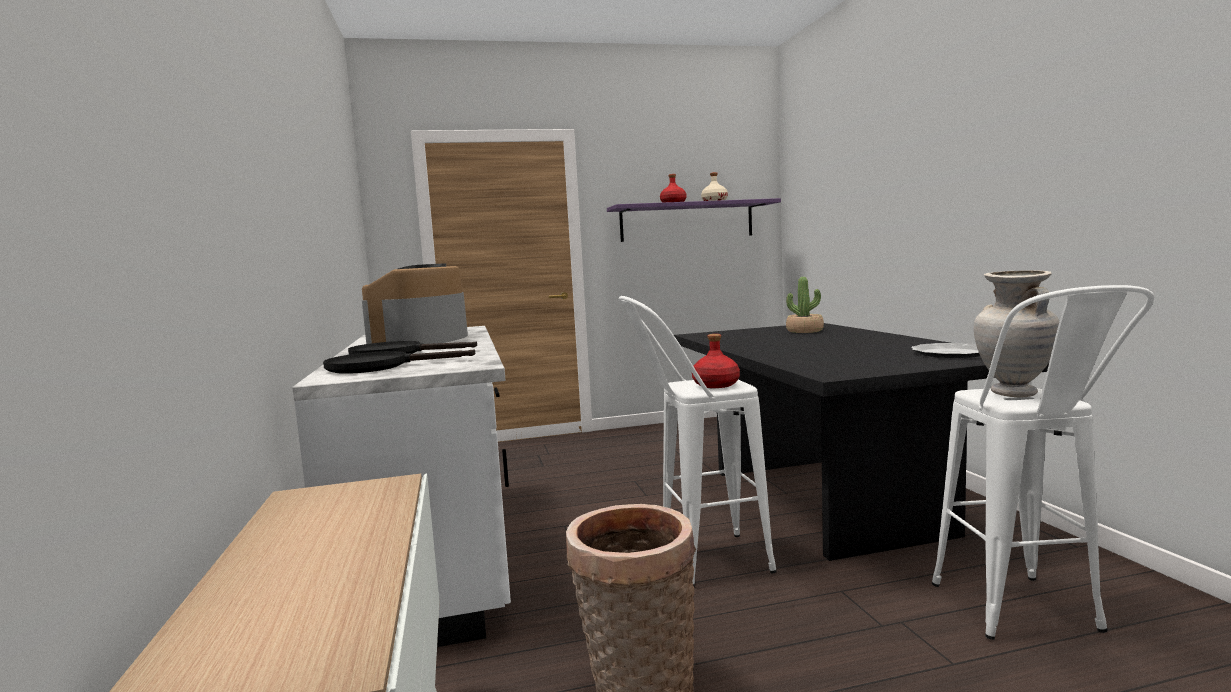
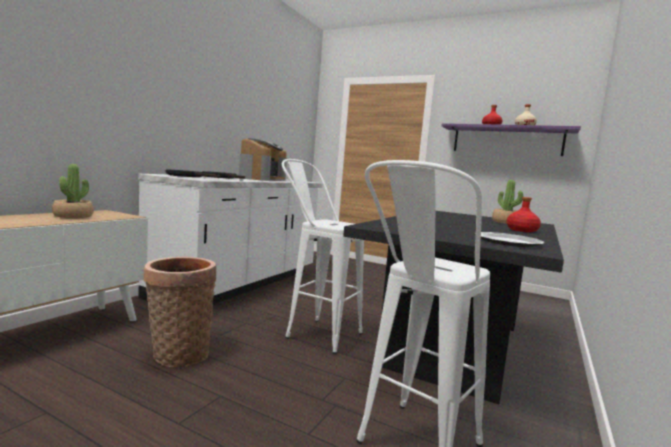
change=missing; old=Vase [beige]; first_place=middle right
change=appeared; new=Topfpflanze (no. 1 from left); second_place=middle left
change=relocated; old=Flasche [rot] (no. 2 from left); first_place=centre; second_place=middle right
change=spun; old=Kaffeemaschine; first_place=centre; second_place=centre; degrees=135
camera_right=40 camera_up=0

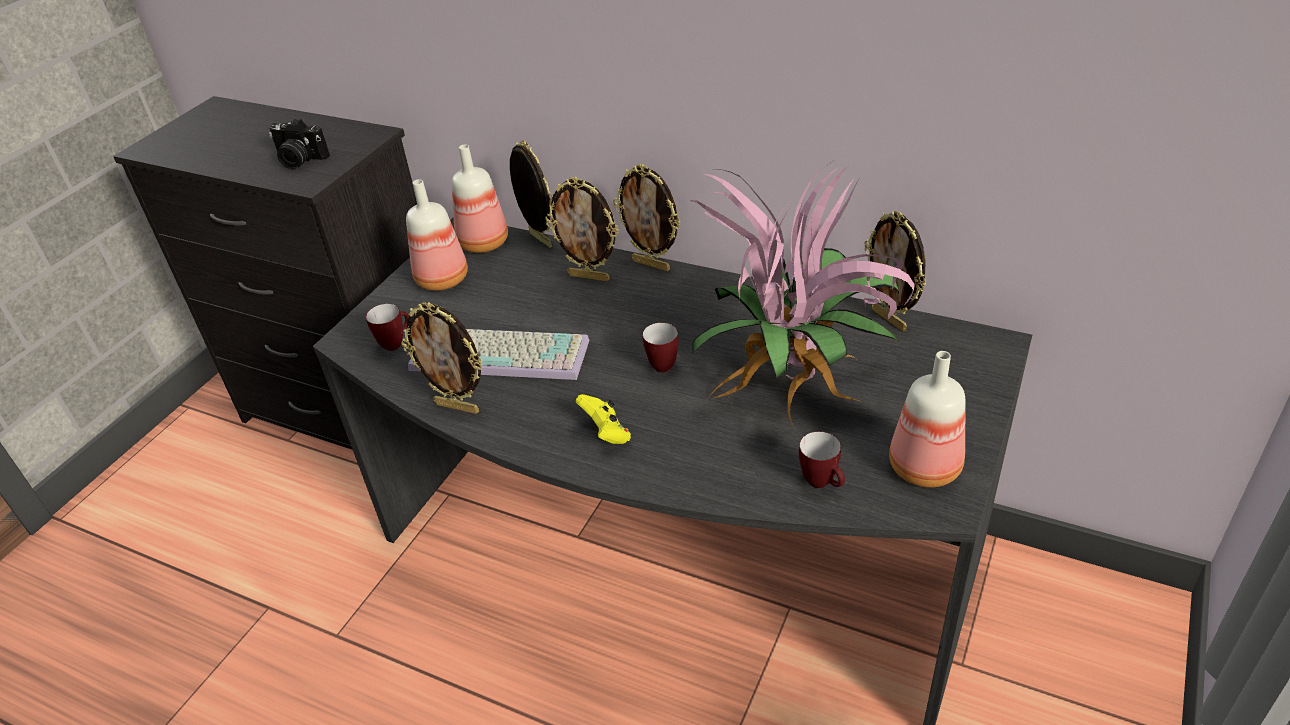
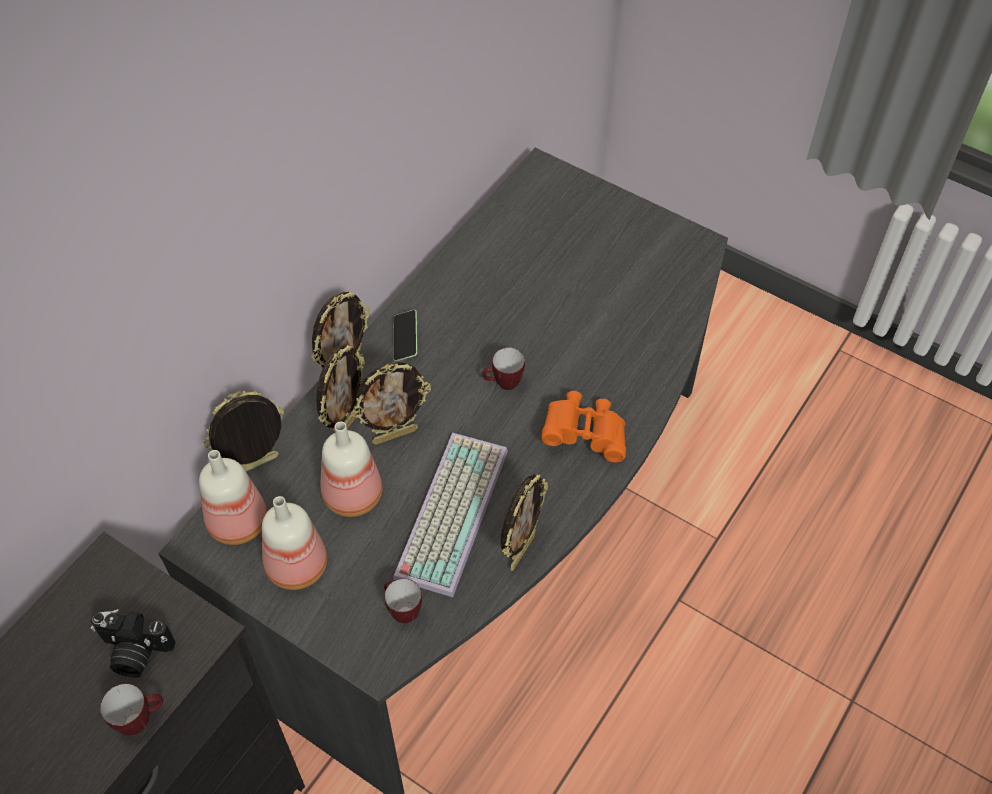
change=missing; old=Topfpflanze; first_place=centre
change=appeared; new=Handy; second_place=centre
change=relocated; old=Henkelbecher (no. 3 from left in the first image); new=Henkelbecher (no. 1 from left); first_place=centre; second_place=bottom left
change=relocated; old=Bilderrahmen (no. 5 from left in the first image); new=Bilderrahmen (no. 4 from left); first_place=middle right; second_place=centre
change=relocated; old=Flasche (no. 3 from left); first_place=middle right; second_place=centre
change=exchanged; old=Gamepad [gelb]; new=Fernglas [orange]; first_place=centre; second_place=centre
change=spun; old=Kamera; first_place=top left; second_place=bottom left; degrees=75
camera_right=-85 camera_up=15

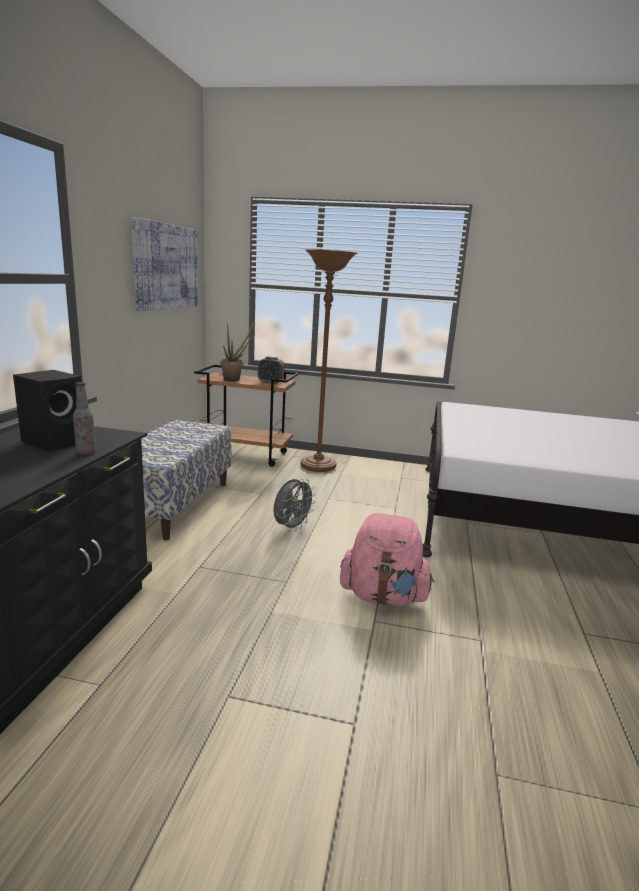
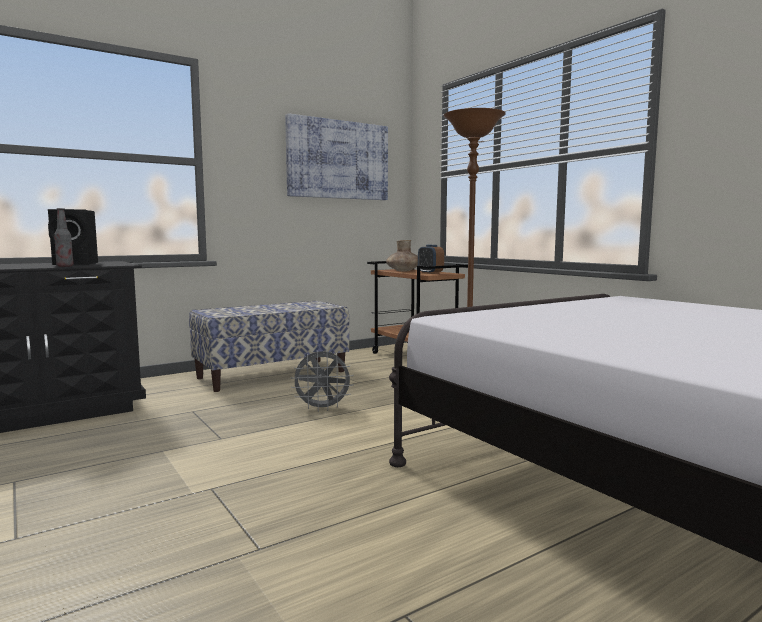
change=missing; old=Rucksack [rosa]; first_place=centre
change=exchanged; old=Topfpflanze; new=Vase [braun]; first_place=centre; second_place=centre
camera_right=45 camera_up=-10

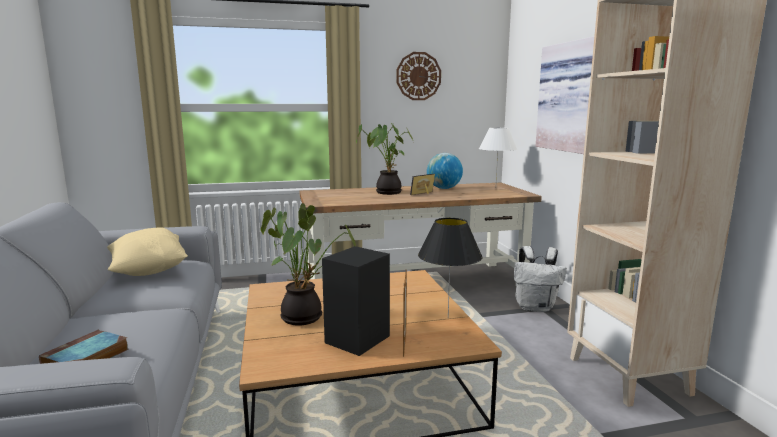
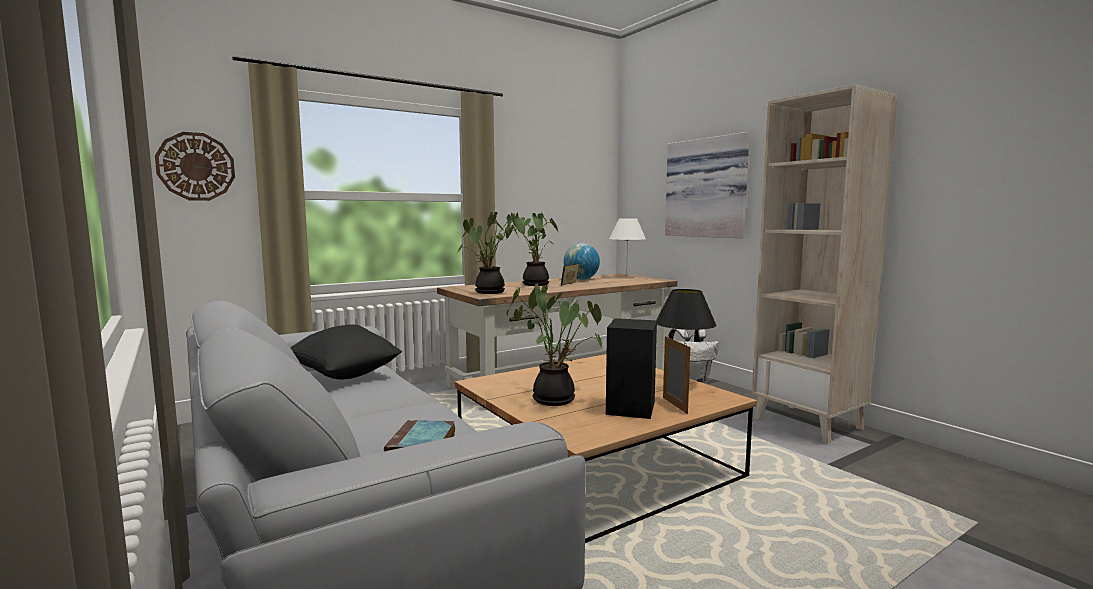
change=appeared; new=Topfpflanze (no. 1 from left); second_place=centre
change=relocated; old=Wanduhr; first_place=top centre; second_place=top left
change=colour; old=Kissen [beige]; new=Kissen [schwarz]; first_place=middle left; second_place=middle left
camera_right=-20 camera_up=-5

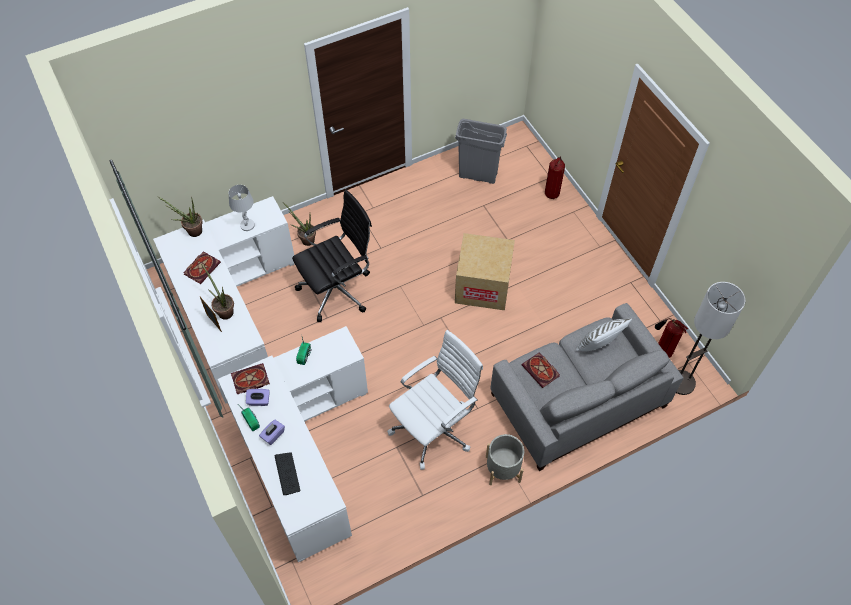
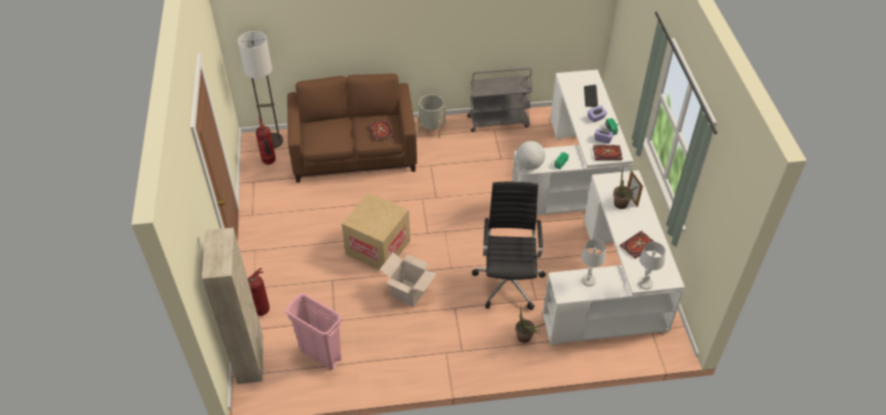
change=missing; old=Bürostuhl [weiß]; first_place=centre
change=missing; old=Kissen [weiß]; first_place=middle right
change=appeared; new=Schrank [beige]; second_place=bottom left
change=appeared; new=Karton (no. 2 from left); second_place=bottom centre
change=appeared; new=Rollwagen [grau]; second_place=top centre
change=appeared; new=Globus; second_place=centre
change=exchanged; old=Topfpflanze (no. 1 from left); new=Tischlampe [weiß] (no. 2 from left); first_place=middle left; second_place=middle right
change=colour; old=Mülleimer [grau]; new=Mülleimer [rosa]; first_place=top centre; second_place=bottom centre
change=colour; old=Sofa [grau]; new=Sofa [braun]; first_place=middle right; second_place=top centre
change=spun; old=Bürostuhl [schwarz]; first_place=centre; second_place=centre; degrees=105
camera_right=-160 camera_up=-10

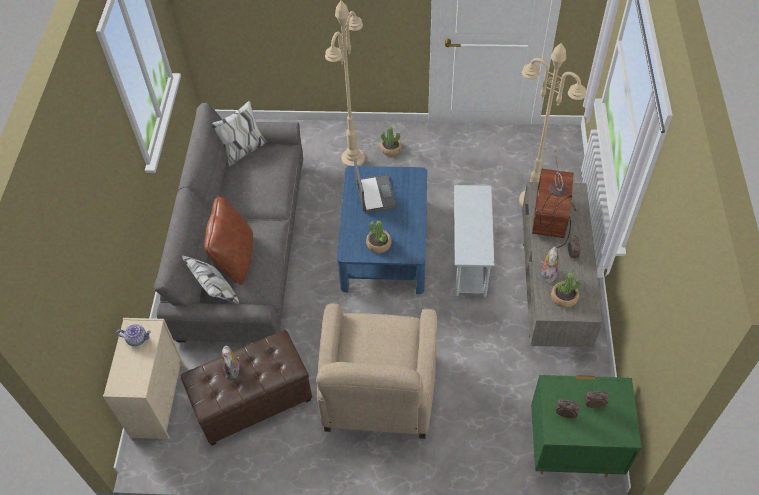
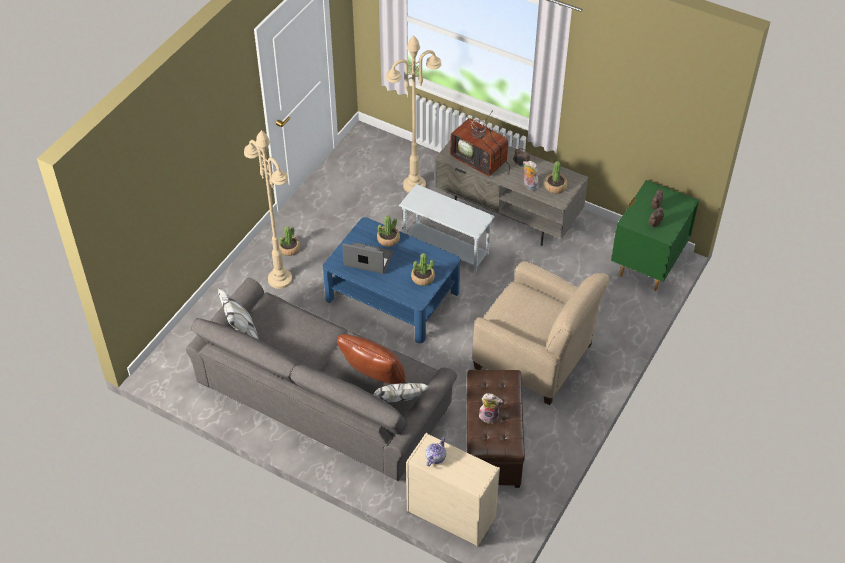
change=appeared; new=Topfpflanze (no. 2 from left); second_place=centre
camera_right=-65 camera_up=-5

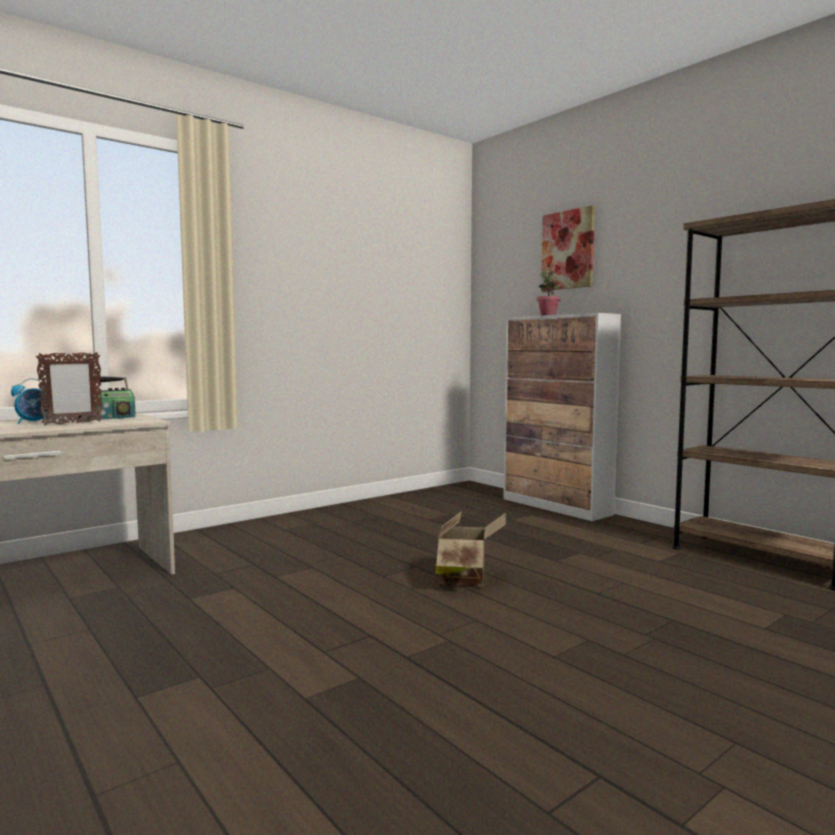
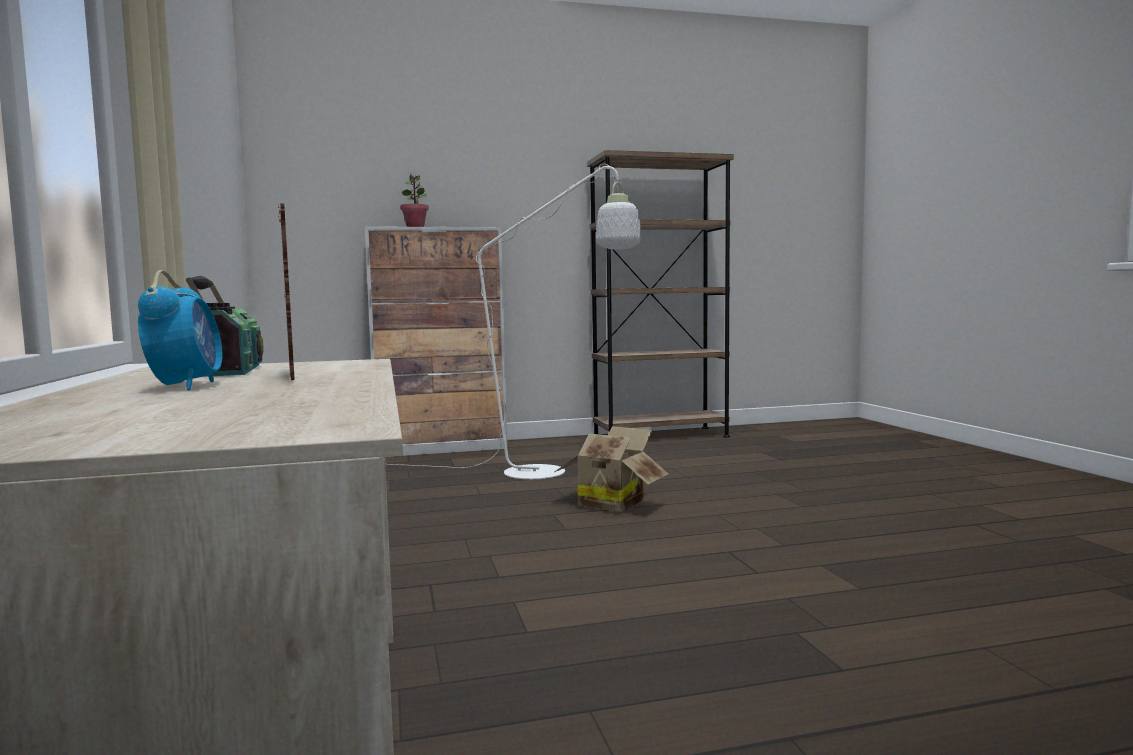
change=missing; old=Bild; first_place=top right
change=appeared; new=Stehlampe [weiß]; second_place=centre
camera_right=-65 camera_up=0

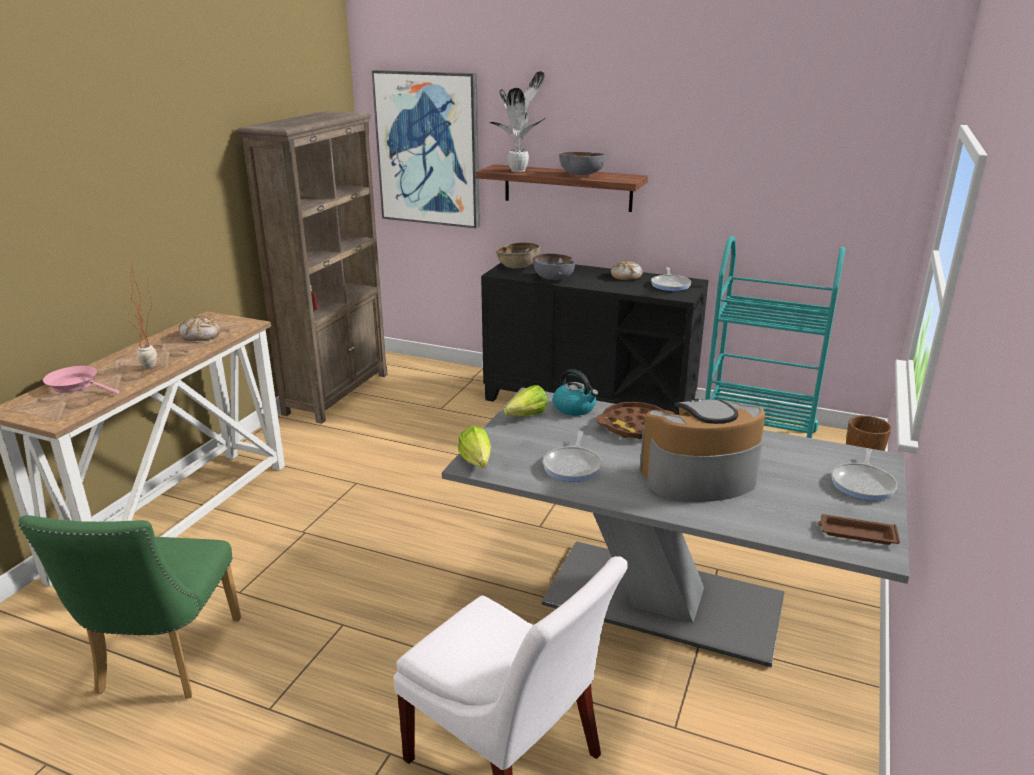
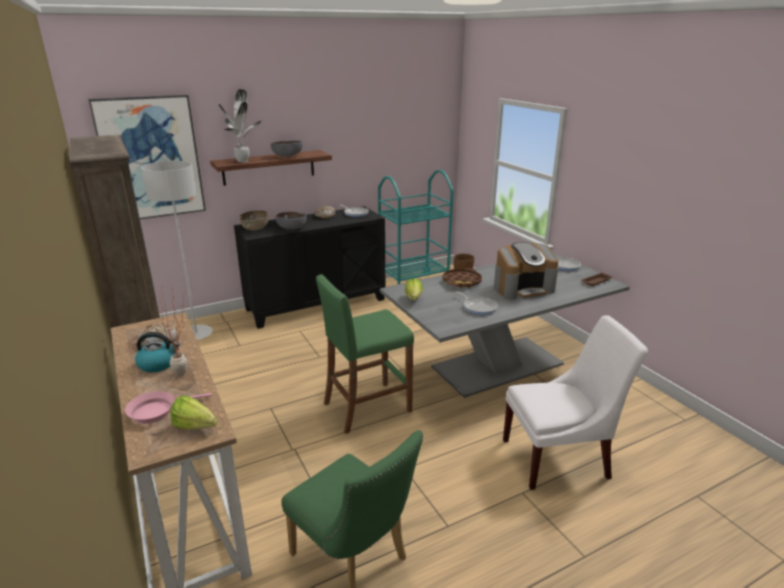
change=appeared; new=Stehlampe [grau]; second_place=middle left
change=appeared; new=Hocker [grün]; second_place=centre
change=relocated; old=Salatkopf (no. 1 from left); first_place=centre; second_place=bottom left
change=relocated; old=Wasserkessel; first_place=centre; second_place=middle left
change=spun; old=Kaffeemaschine; first_place=middle right; second_place=middle right; degrees=-135
camera_right=-50 camera_up=0

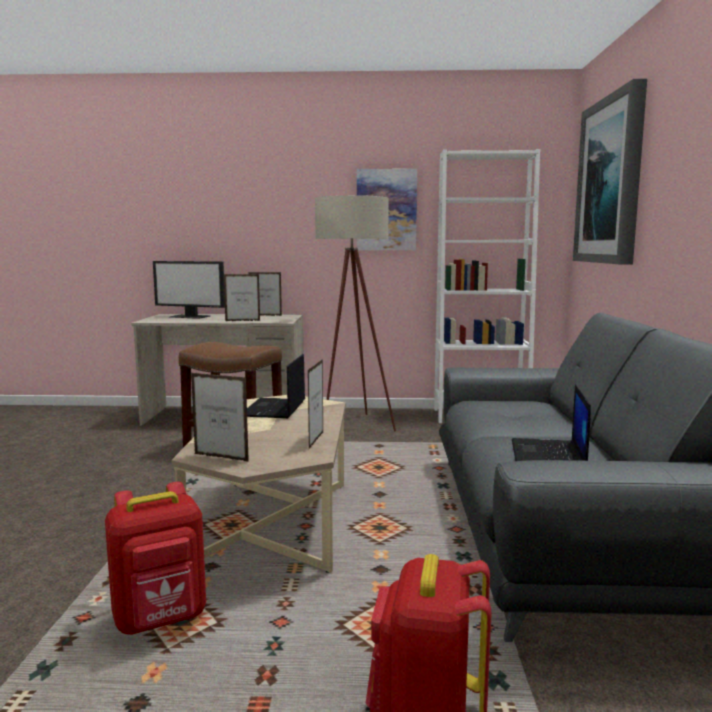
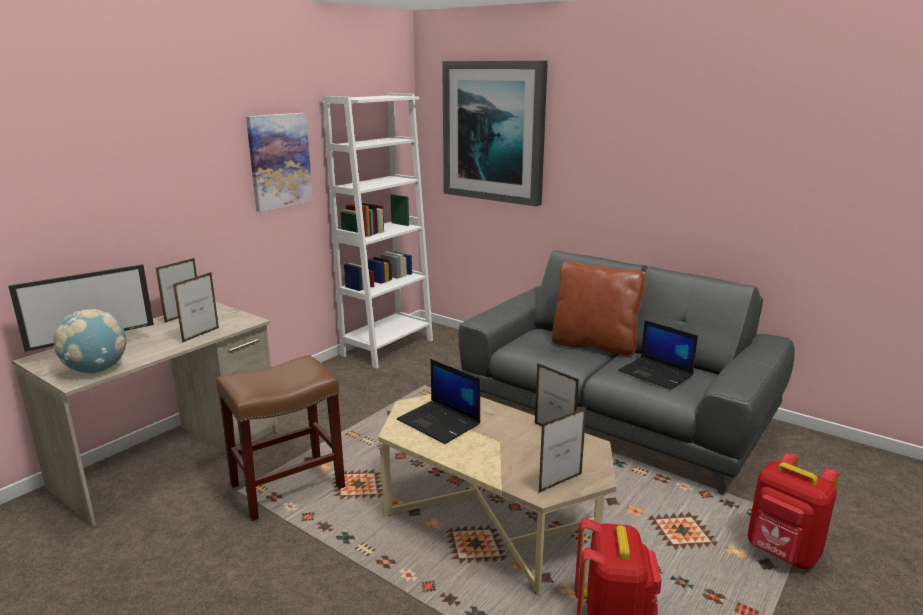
change=missing; old=Stehlampe [beige]; first_place=centre
change=appeared; new=Globus; second_place=middle left
change=appeared; new=Kissen [braun]; second_place=centre
camera_right=-55 camera_up=10

